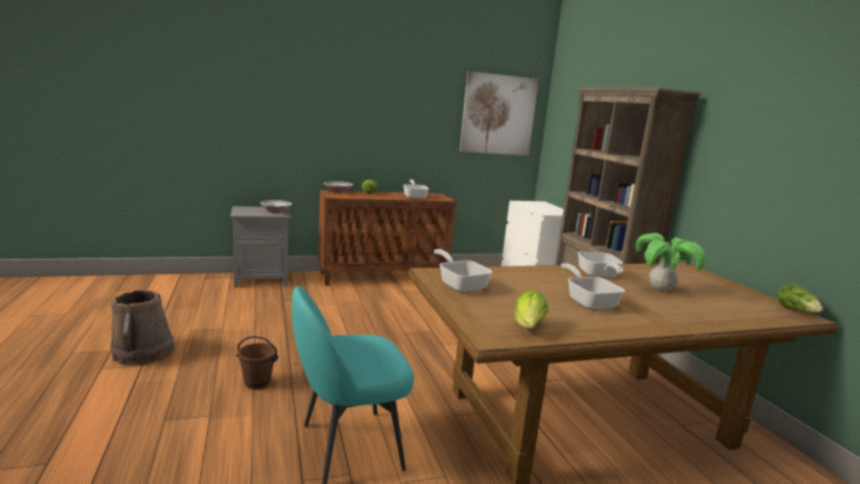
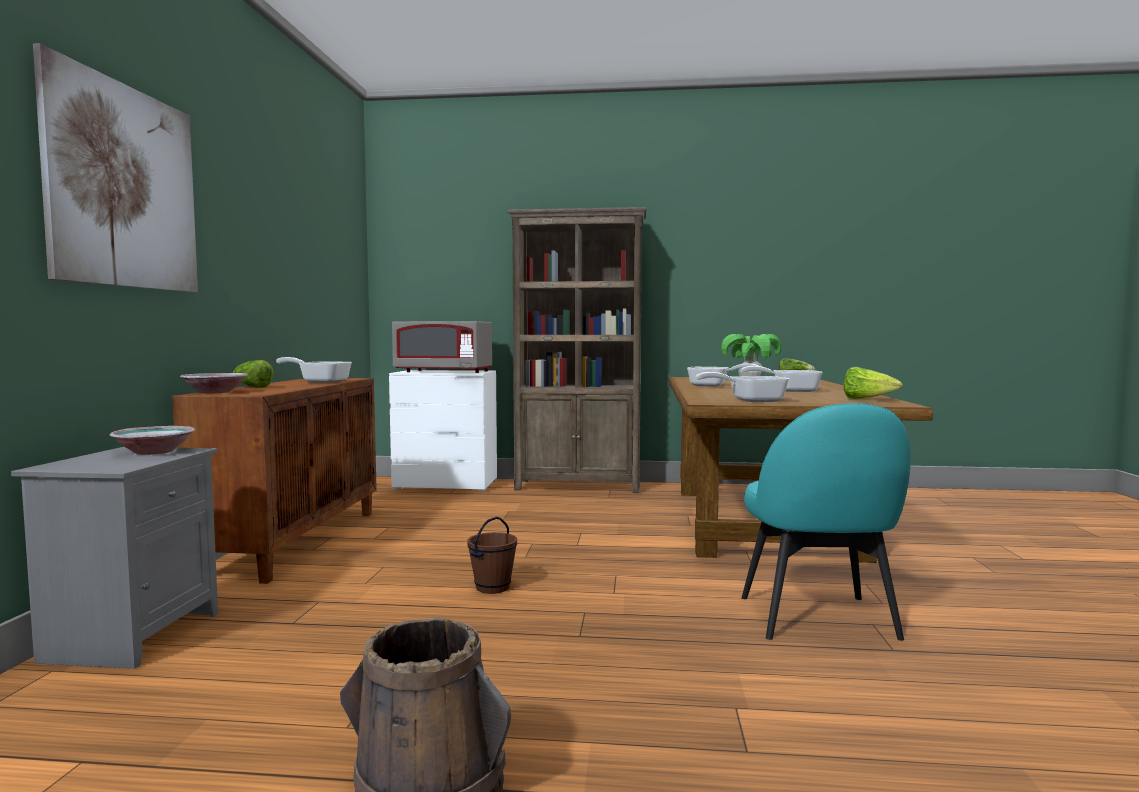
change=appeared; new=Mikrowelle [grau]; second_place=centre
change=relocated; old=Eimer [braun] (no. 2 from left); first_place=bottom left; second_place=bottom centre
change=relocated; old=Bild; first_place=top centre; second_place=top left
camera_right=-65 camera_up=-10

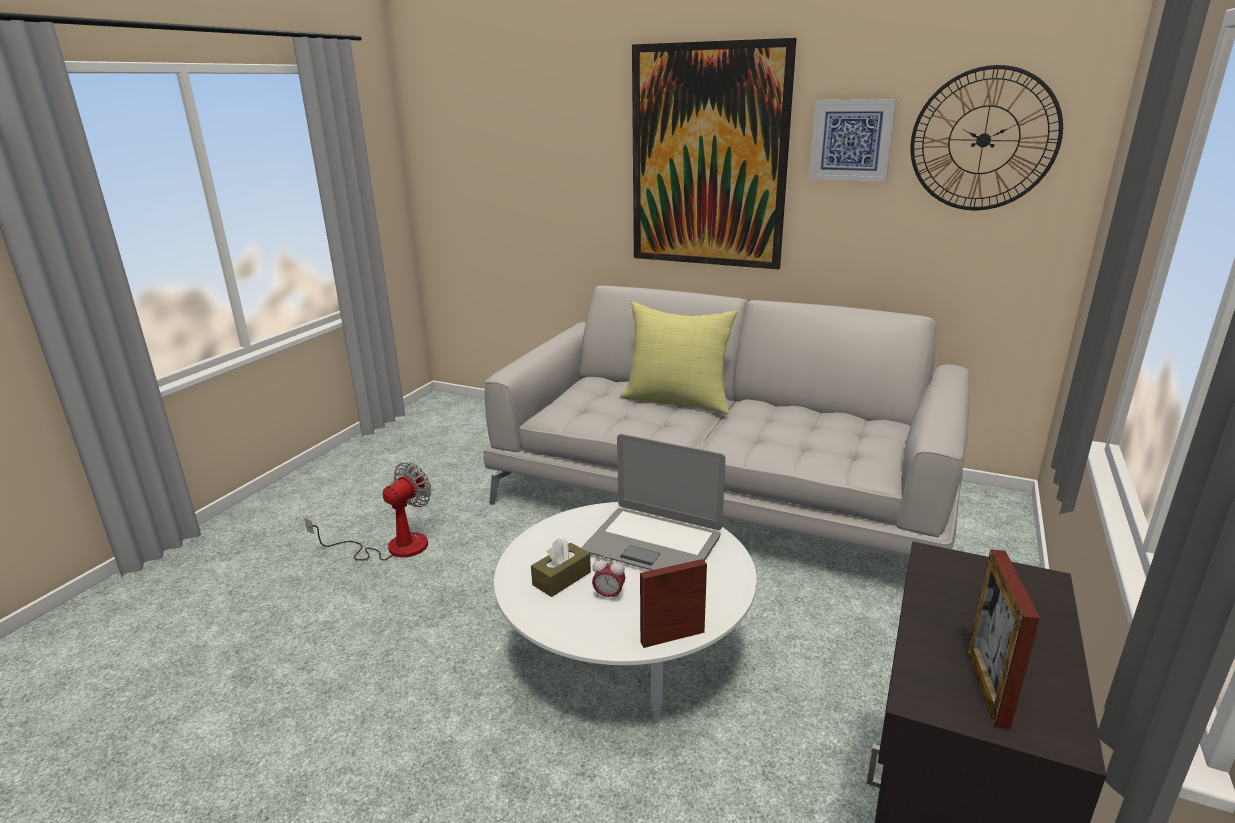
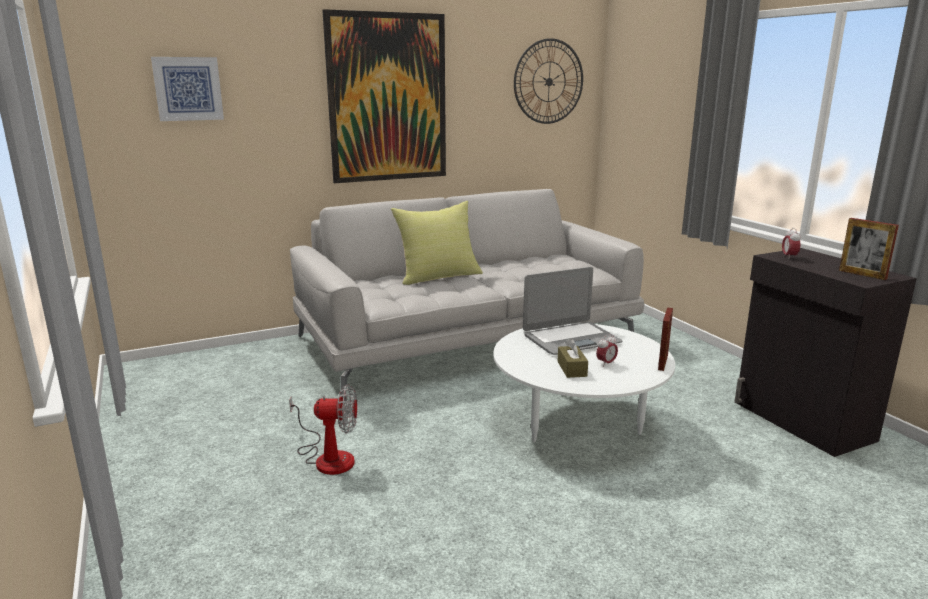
change=appeared; new=Wecker (no. 2 from left); second_place=middle right
change=relocated; old=Bild (no. 2 from left in the first image); new=Bild (no. 1 from left); first_place=top right; second_place=top left
change=spun; old=Ventilator; first_place=middle left; second_place=bottom centre; degrees=105
camera_right=-50 camera_up=-5

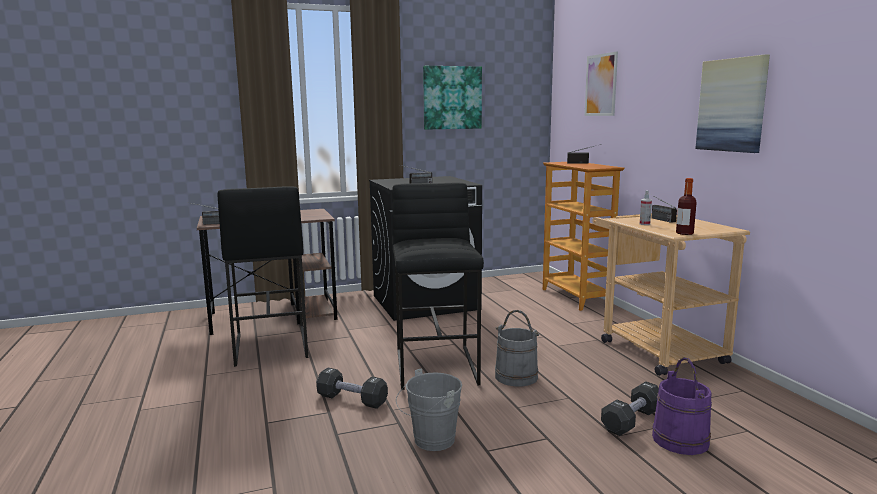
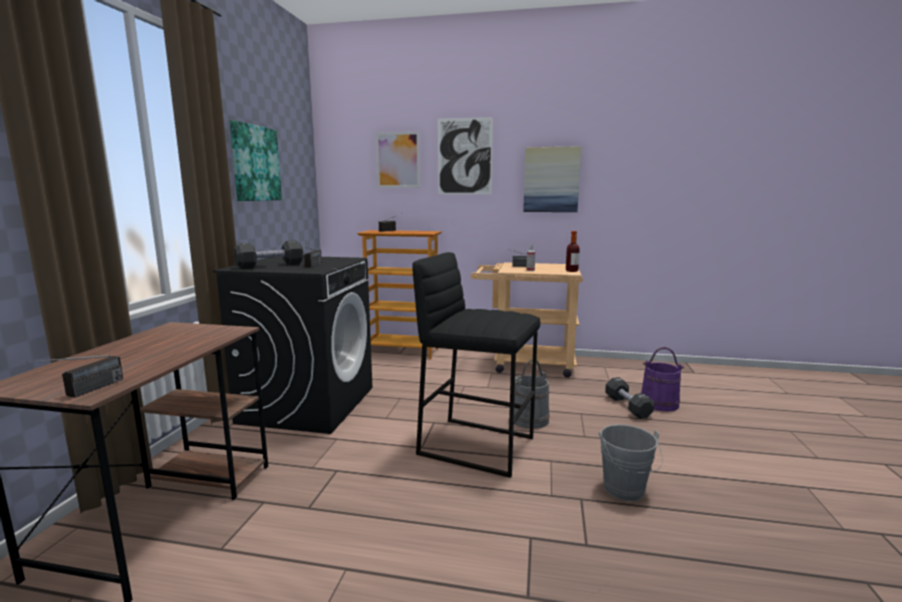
change=missing; old=Hocker [schwarz] (no. 1 from left); first_place=middle left
change=appeared; new=Bild (no. 3 from left); second_place=top centre
change=relocated; old=Hantel [schwarz] (no. 1 from left); first_place=bottom centre; second_place=middle left
camera_right=-60 camera_up=0

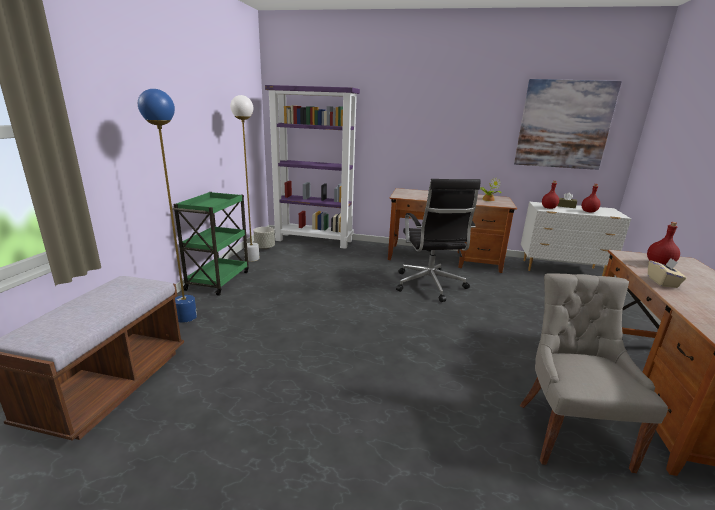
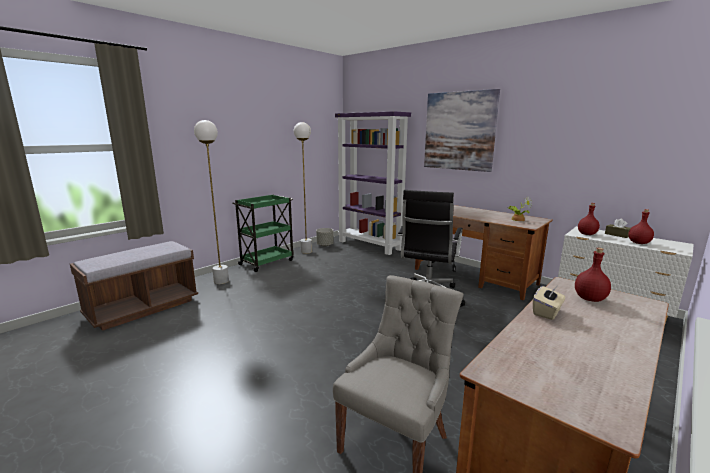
change=relocated; old=Bild; first_place=top right; second_place=top centre
change=colour; old=Stehlampe [blau]; new=Stehlampe [weiß] (no. 1 from left); first_place=middle left; second_place=middle left
camera_right=30 camera_up=-5

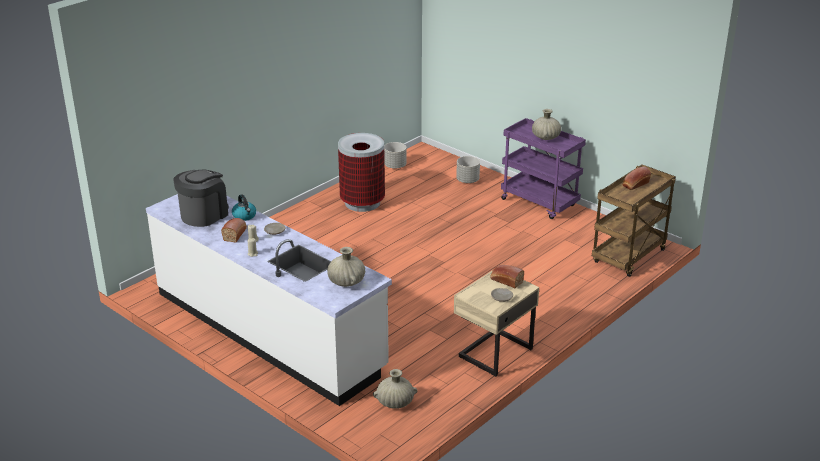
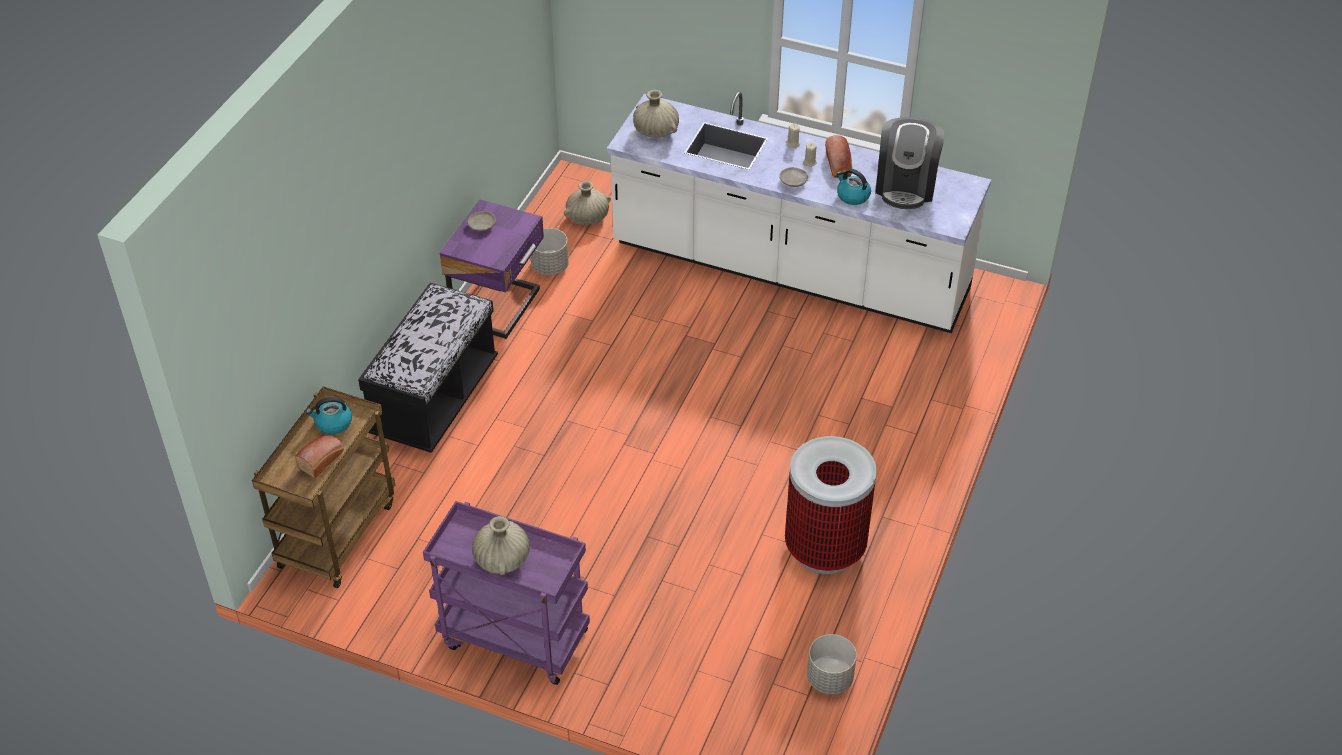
change=missing; old=Brot (no. 2 from left); first_place=centre
change=appeared; new=Wasserkessel (no. 1 from left); second_place=middle left
change=appeared; new=Bank [schwarz]; second_place=middle left
change=relocated; old=Pflanzkübel [grau] (no. 2 from left in the first image); new=Pflanzkübel [grau] (no. 1 from left); first_place=centre; second_place=top centre
change=colour; old=Nachttisch [beige]; new=Nachttisch [lila]; first_place=bottom centre; second_place=centre
camera_right=160 camera_up=15

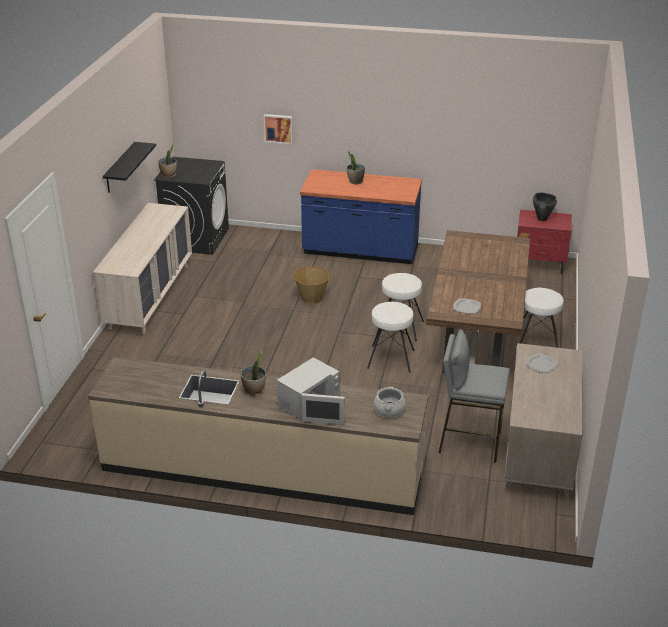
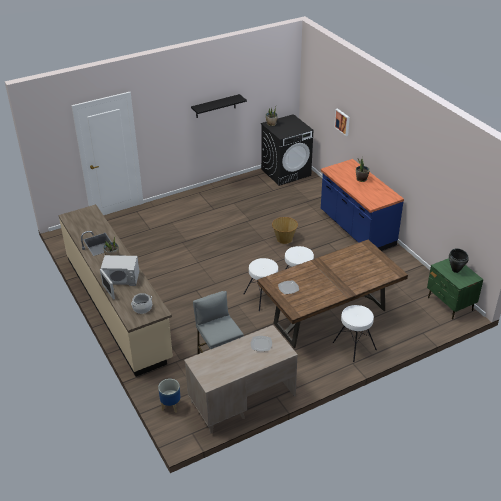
change=missing; old=Kommode [beige]; first_place=middle left
change=appeared; new=Pflanzkübel; second_place=bottom centre
change=colour; old=Nachttisch [rot]; new=Nachttisch [grün]; first_place=middle right; second_place=middle right
camera_right=50 camera_up=5

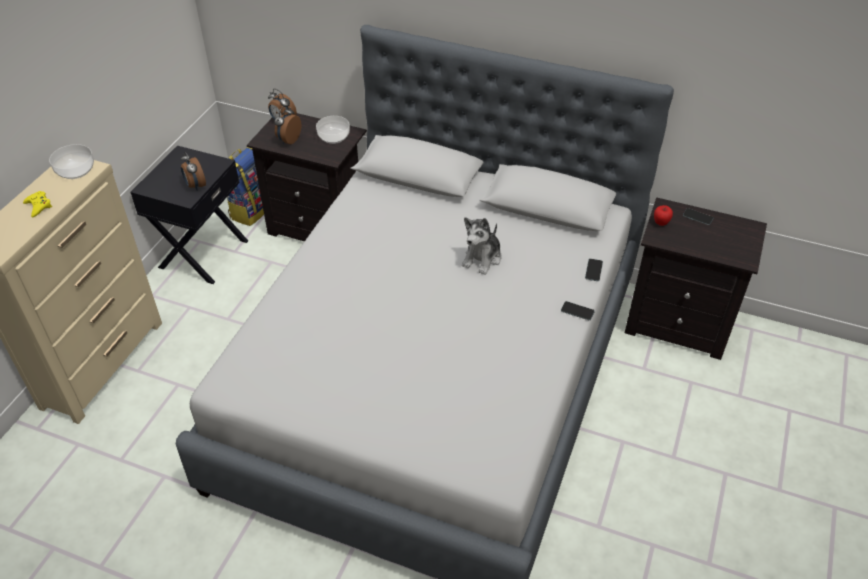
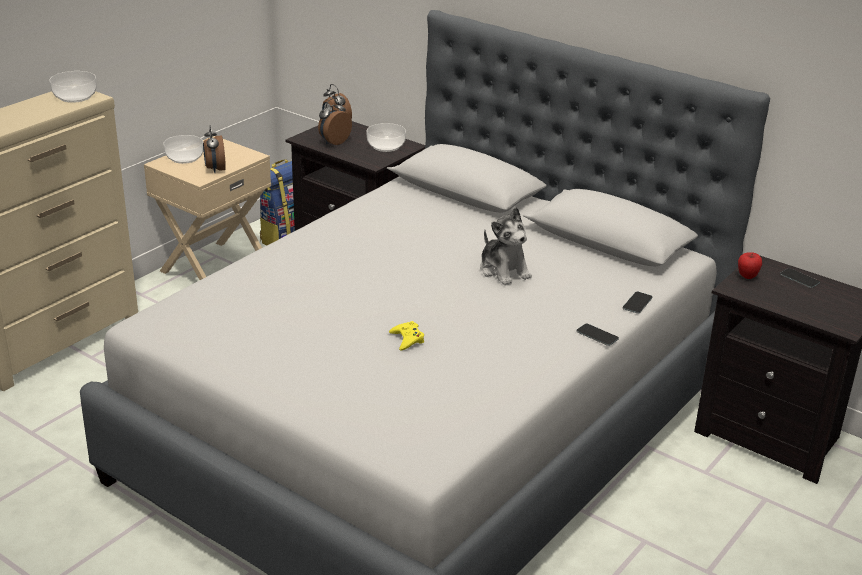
change=appeared; new=Schüssel (no. 2 from left); second_place=top left
change=relocated; old=Gamepad [gelb]; first_place=middle left; second_place=centre
change=colour; old=Nachttisch [schwarz] (no. 1 from left); new=Nachttisch [beige]; first_place=middle left; second_place=middle left
change=spun; old=Plüschtier; first_place=centre; second_place=centre; degrees=-75
camera_right=15 camera_up=-15

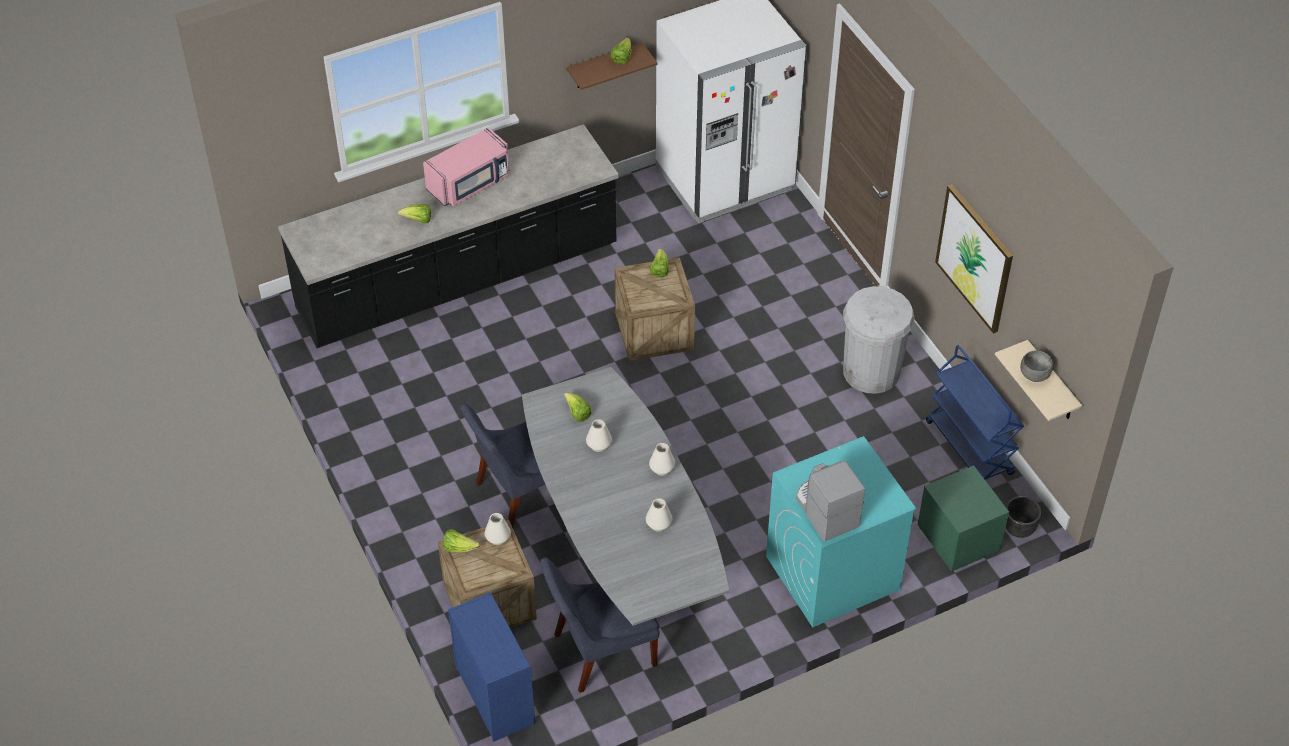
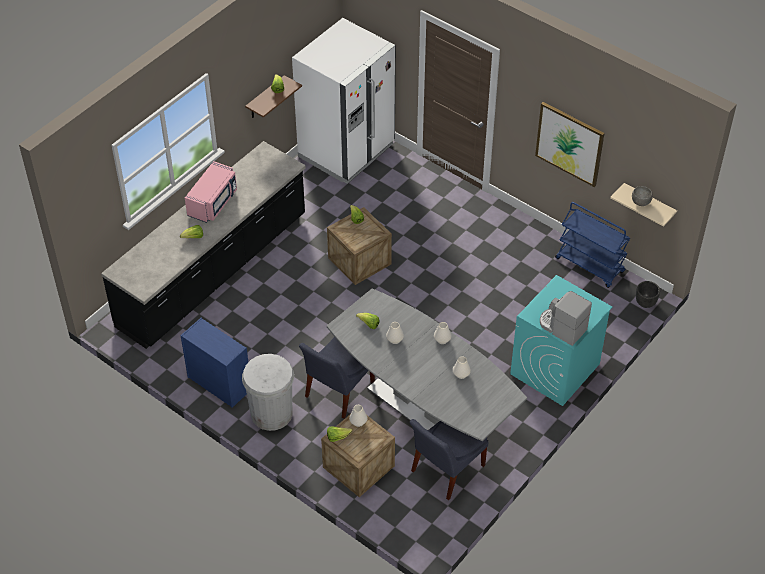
change=missing; old=Nachttisch [grün]; first_place=bottom right
change=relocated; old=Kommode [blau]; first_place=bottom centre; second_place=middle left
change=relocated; old=Mülleimer [weiß]; first_place=middle right; second_place=bottom centre
camera_right=-25 camera_up=0

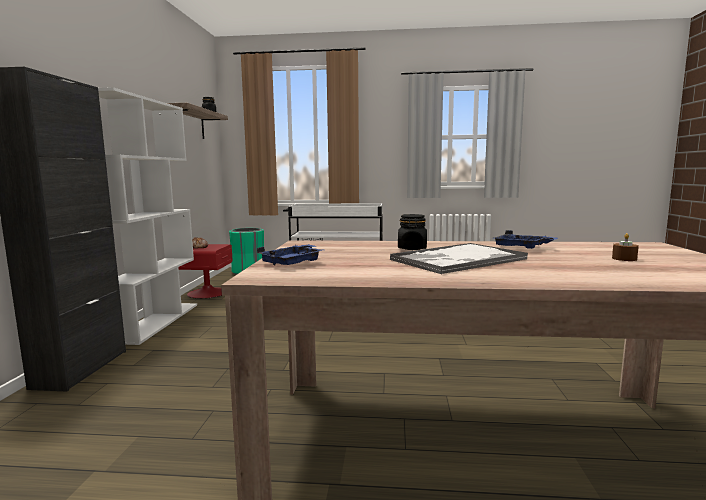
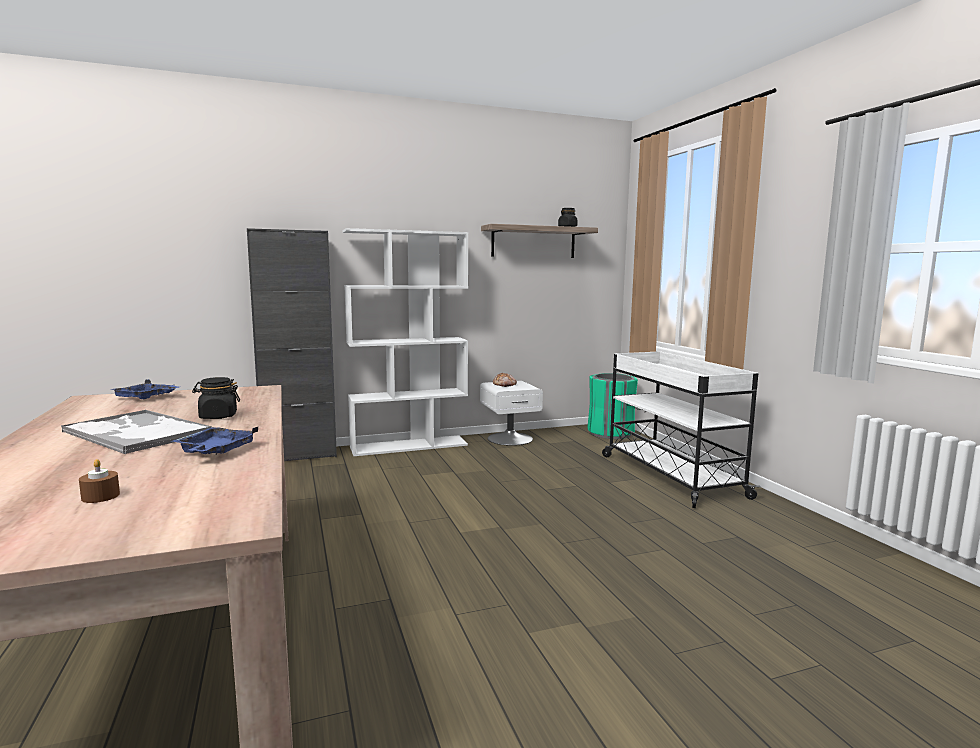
change=colour; old=Nachttisch [rot]; new=Nachttisch [weiß]; first_place=middle left; second_place=centre
camera_right=65 camera_up=0

